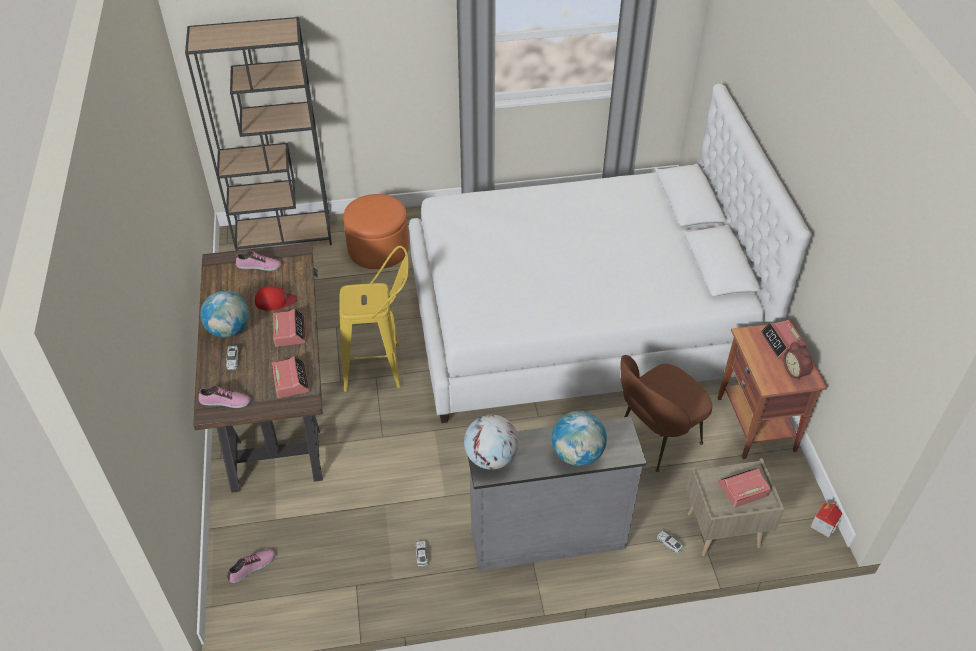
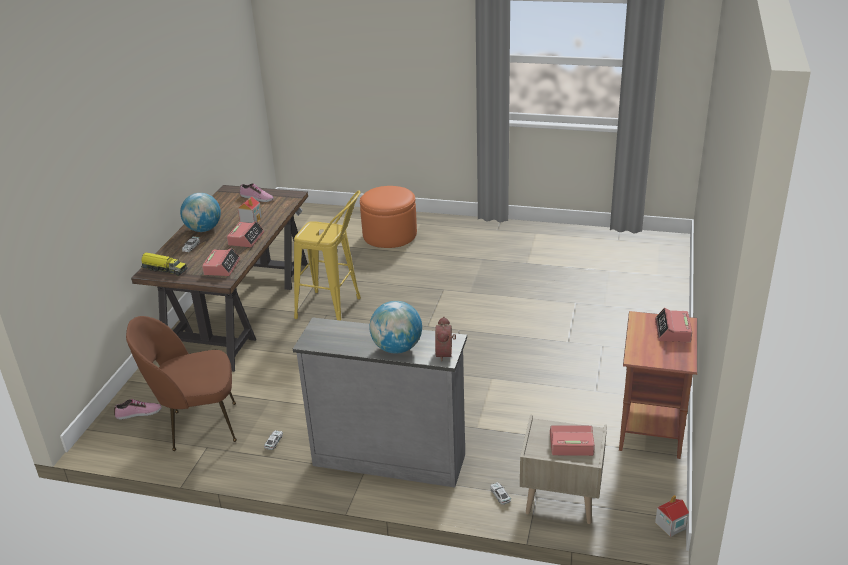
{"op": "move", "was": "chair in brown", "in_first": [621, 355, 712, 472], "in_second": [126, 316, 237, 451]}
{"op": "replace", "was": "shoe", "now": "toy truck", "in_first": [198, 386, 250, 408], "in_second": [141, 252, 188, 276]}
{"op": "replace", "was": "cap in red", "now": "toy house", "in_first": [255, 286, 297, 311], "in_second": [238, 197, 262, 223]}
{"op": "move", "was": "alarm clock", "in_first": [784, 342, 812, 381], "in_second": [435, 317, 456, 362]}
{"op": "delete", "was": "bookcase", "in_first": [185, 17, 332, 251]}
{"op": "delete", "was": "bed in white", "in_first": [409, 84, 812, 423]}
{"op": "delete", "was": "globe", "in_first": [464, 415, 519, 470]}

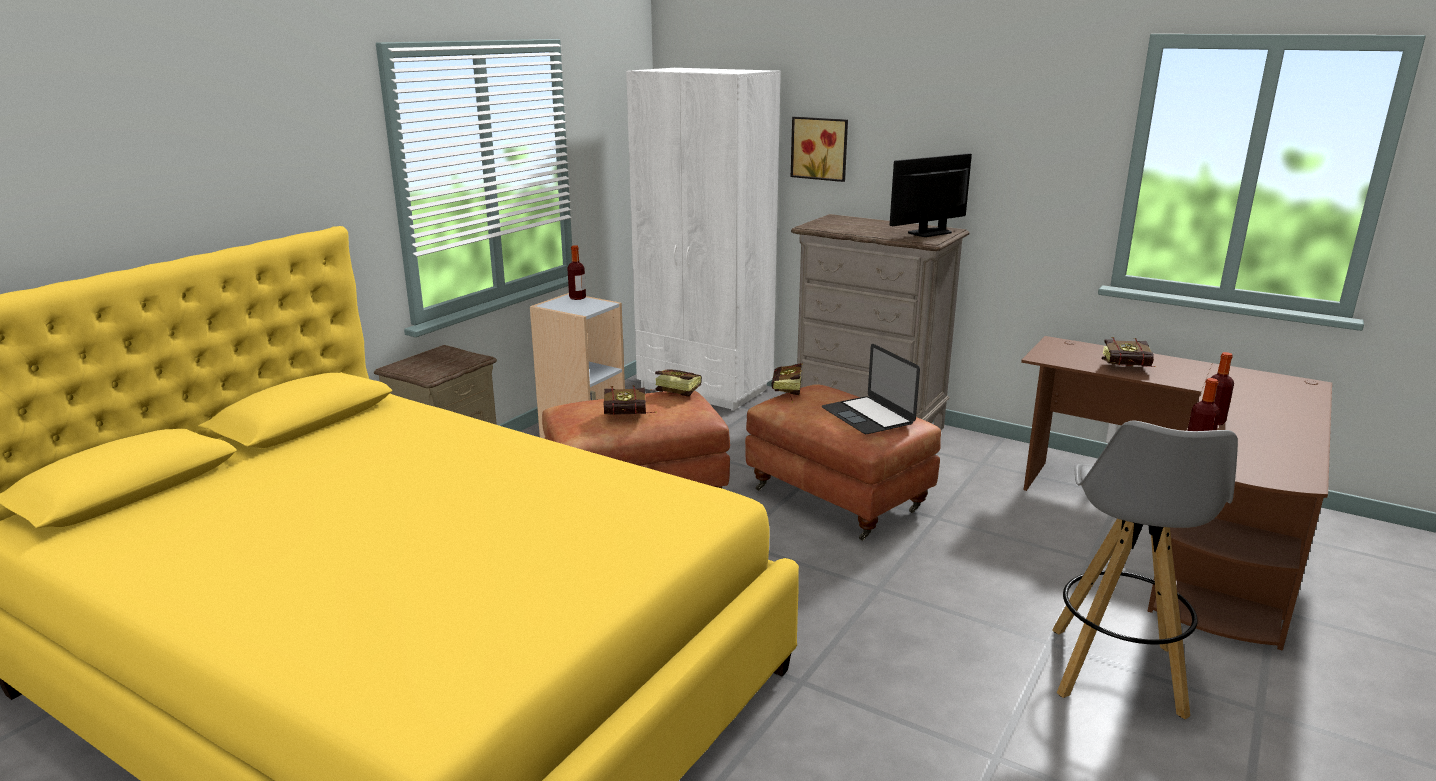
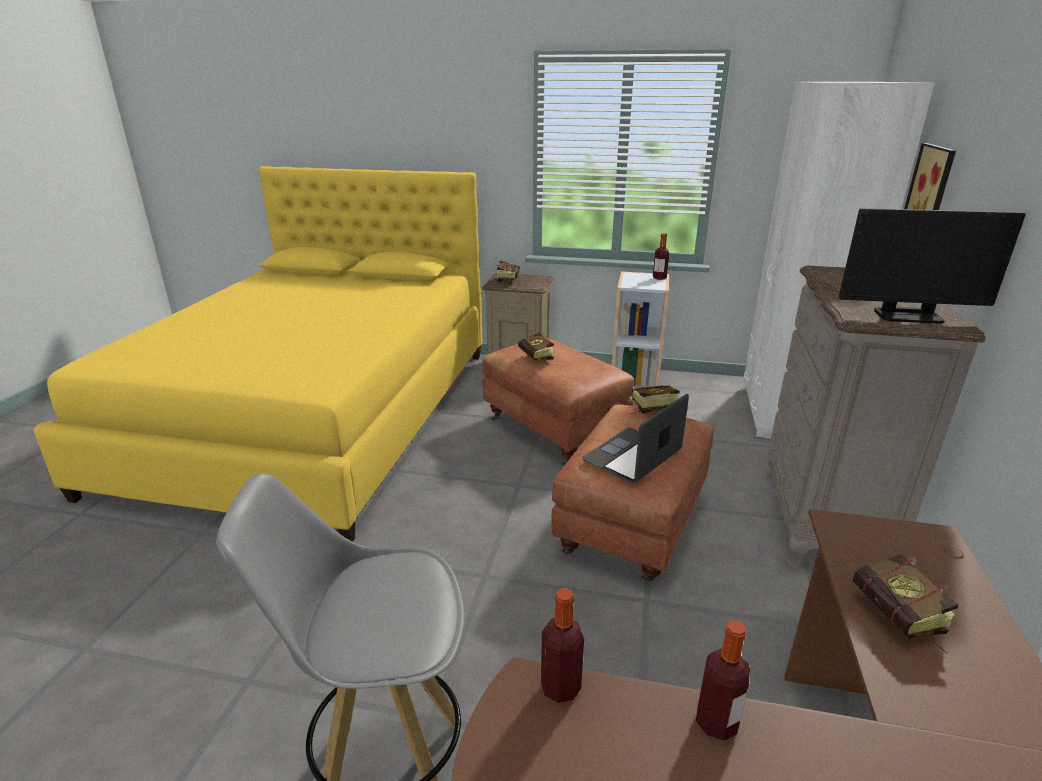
{"op": "move", "was": "book", "in_first": [650, 369, 702, 397], "in_second": [496, 261, 520, 282]}
{"op": "rotate", "was": "monitor", "in_first": [890, 153, 972, 237], "in_second": [839, 208, 1026, 324], "clockwise": 150}

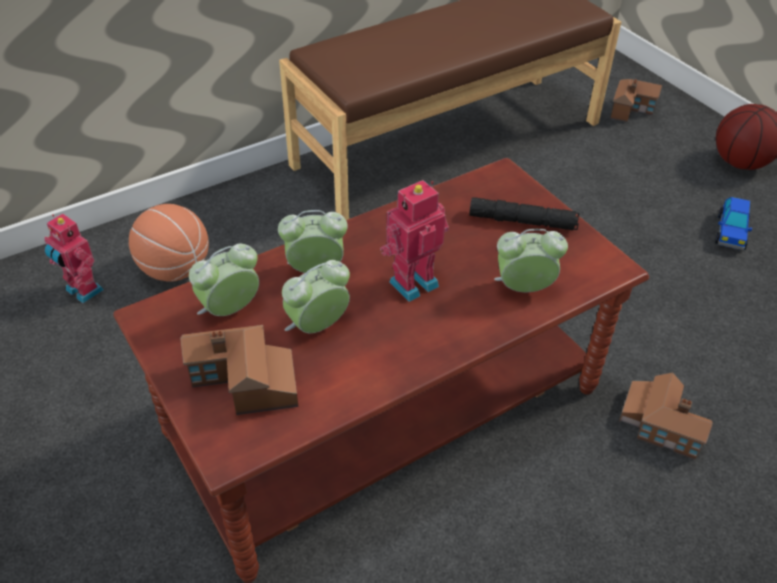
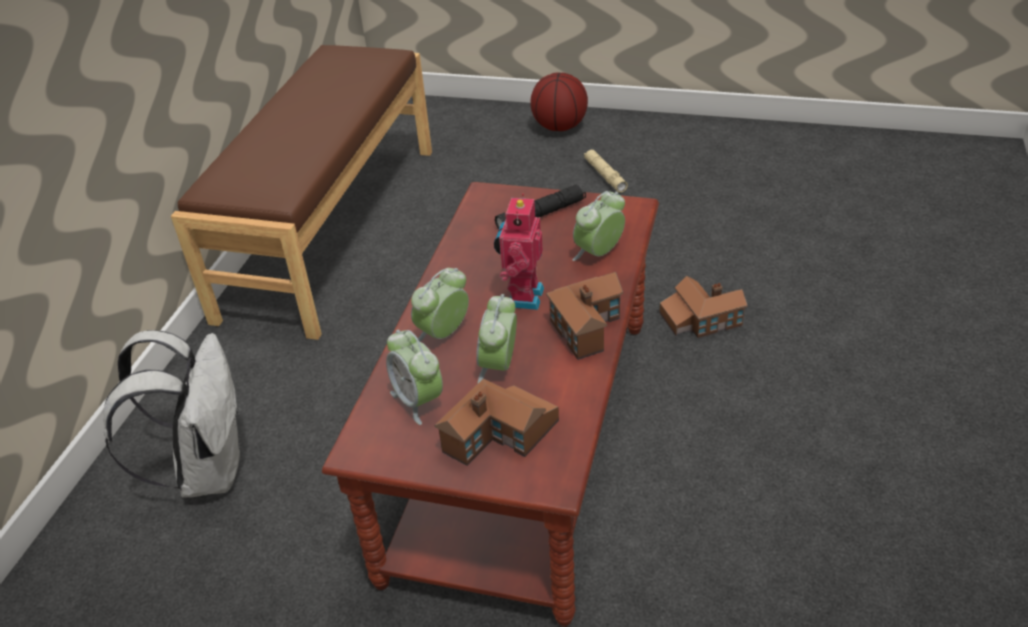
{"op": "replace", "was": "basketball", "now": "backpack in white", "in_first": [129, 204, 209, 282], "in_second": [103, 330, 240, 498]}
{"op": "rotate", "was": "alarm clock", "in_first": [189, 244, 259, 316], "in_second": [386, 330, 443, 425], "clockwise": -45}
{"op": "move", "was": "toy house", "in_first": [610, 79, 662, 122], "in_second": [546, 272, 623, 360]}
{"op": "replace", "was": "toy car", "now": "flashlight in beige", "in_first": [715, 197, 752, 250], "in_second": [584, 150, 628, 193]}
{"op": "delete", "was": "toy robot", "in_first": [44, 214, 104, 303]}

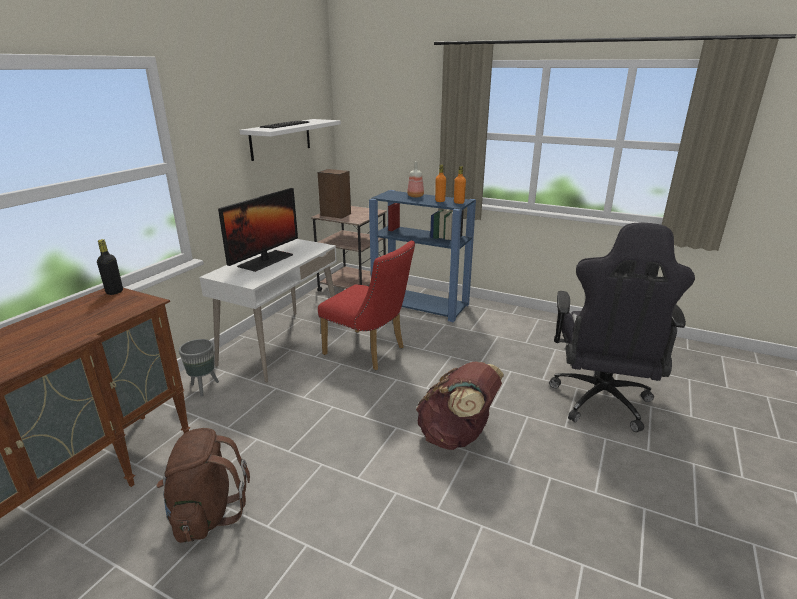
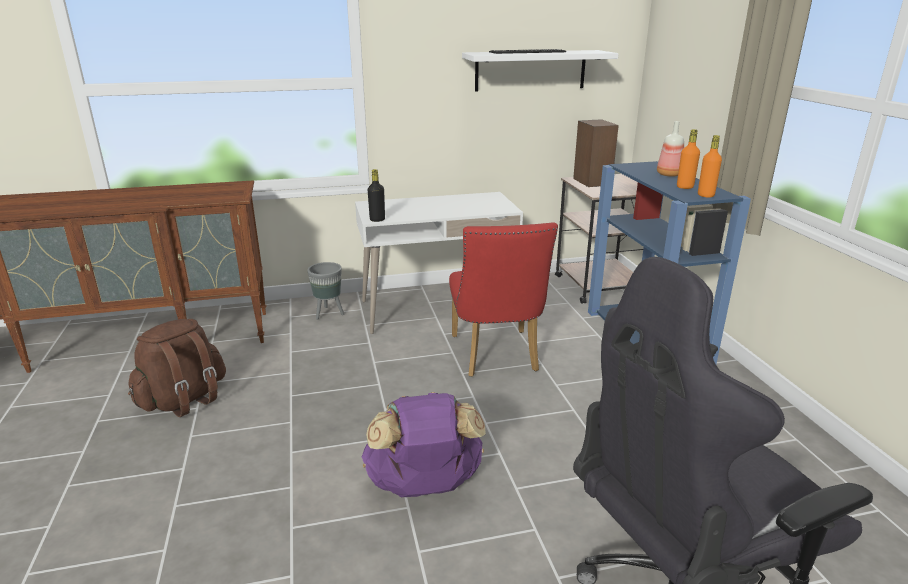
{"op": "recolor", "was": "backpack in brown", "now": "backpack in purple", "in_first": [416, 361, 504, 450], "in_second": [362, 392, 486, 497]}
{"op": "move", "was": "bottle in black", "in_first": [97, 239, 123, 295], "in_second": [368, 169, 385, 222]}
{"op": "delete", "was": "monitor", "in_first": [218, 188, 298, 272]}

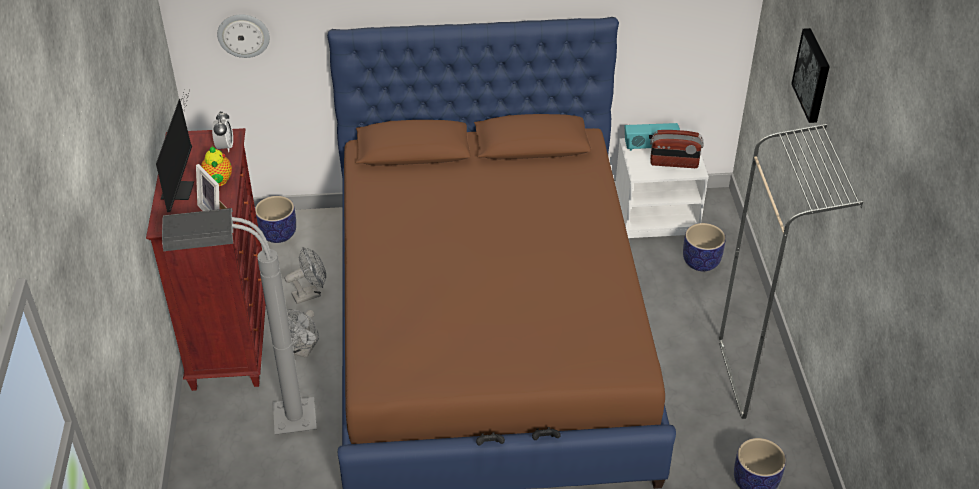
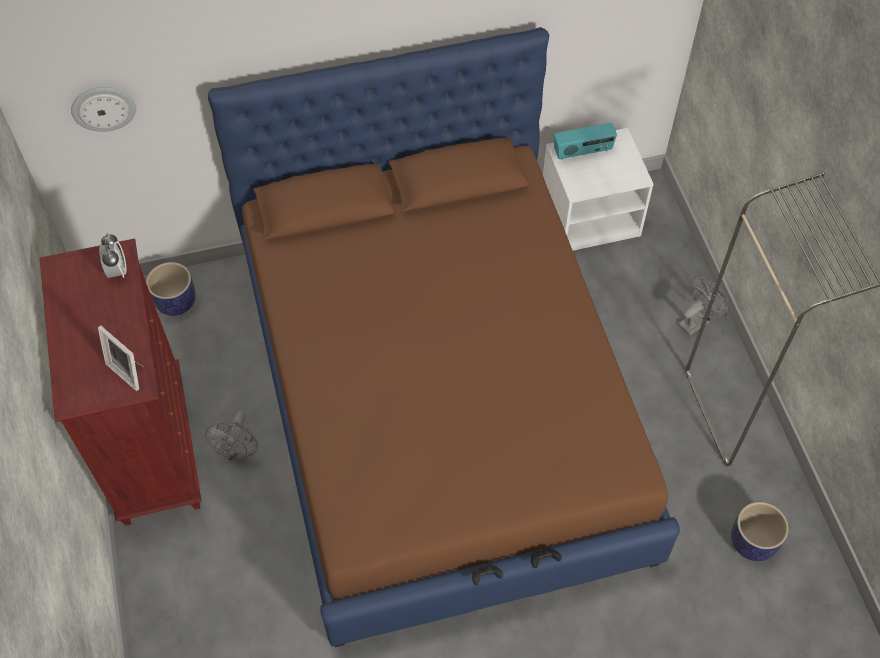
{"op": "move", "was": "fan in grey", "in_first": [285, 247, 326, 304], "in_second": [678, 277, 728, 336]}
{"op": "delete", "was": "monitor", "in_first": [156, 90, 194, 212]}
{"op": "delete", "was": "floor lamp in grey", "in_first": [162, 208, 317, 435]}
{"op": "delete", "was": "teapot", "in_first": [201, 146, 232, 186]}
{"op": "delete", "was": "radio", "in_first": [650, 130, 703, 168]}
{"op": "delete", "was": "planter", "in_first": [683, 223, 726, 271]}
{"op": "delete", "was": "picture", "in_first": [791, 28, 830, 123]}

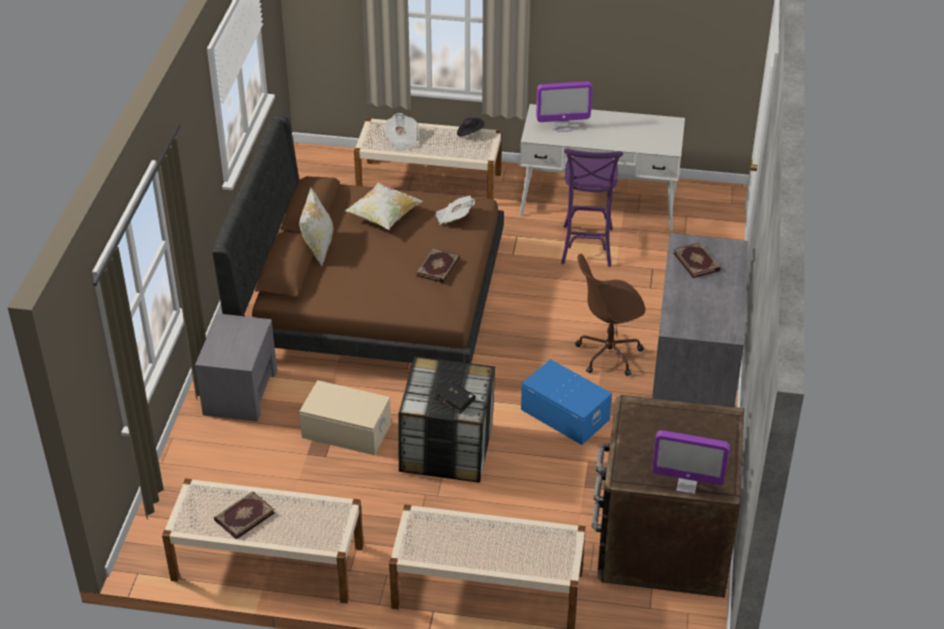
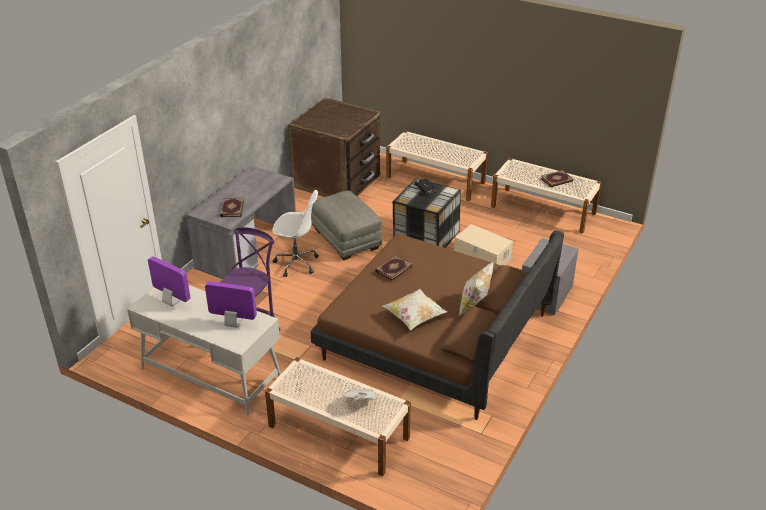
{"op": "move", "was": "monitor", "in_first": [652, 430, 730, 494], "in_second": [148, 256, 190, 306]}
{"op": "recolor", "was": "office chair in brown", "now": "office chair in white", "in_first": [575, 254, 645, 376], "in_second": [272, 190, 319, 277]}
{"op": "replace", "was": "storage box in blue", "now": "ottoman in grey", "in_first": [521, 359, 612, 445], "in_second": [311, 191, 382, 260]}
{"op": "delete", "was": "newspaper", "in_first": [435, 196, 475, 225]}
{"op": "delete", "was": "hat in black", "in_first": [457, 118, 484, 137]}

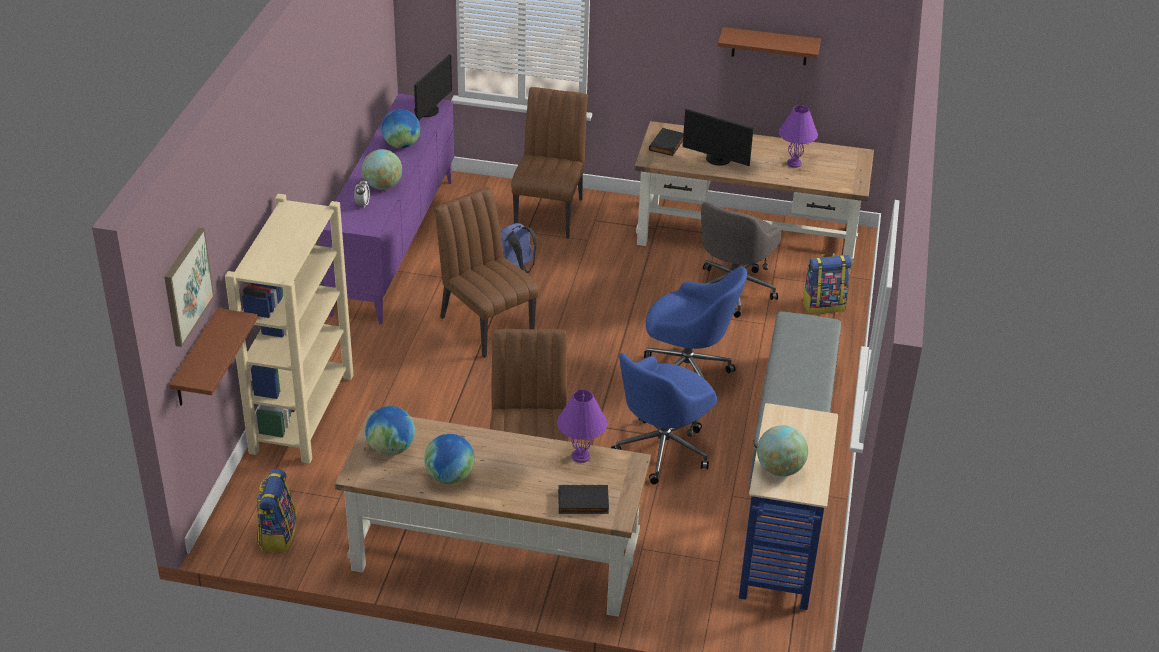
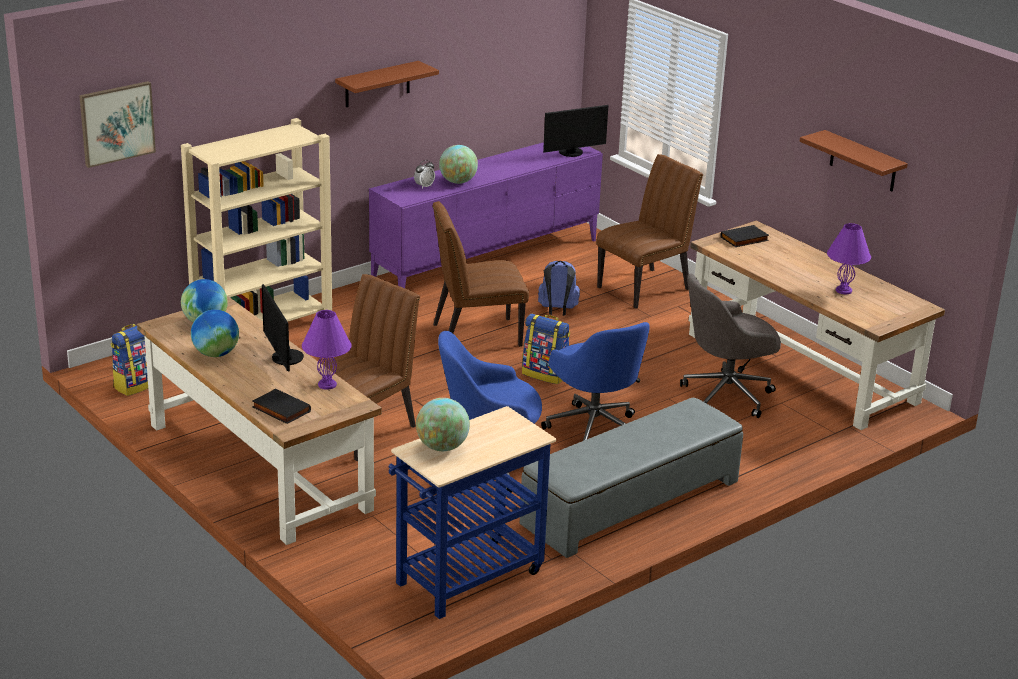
{"op": "move", "was": "monitor", "in_first": [683, 109, 754, 166], "in_second": [262, 284, 304, 372]}
{"op": "move", "was": "shelf in brown", "in_first": [169, 308, 258, 406], "in_second": [335, 61, 439, 107]}
{"op": "rotate", "was": "chair in brown", "in_first": [434, 187, 538, 358], "in_second": [432, 201, 529, 347], "clockwise": -105}
{"op": "move", "was": "backpack", "in_first": [802, 253, 852, 314], "in_second": [522, 314, 570, 384]}
{"op": "delete", "was": "globe", "in_first": [381, 109, 420, 148]}

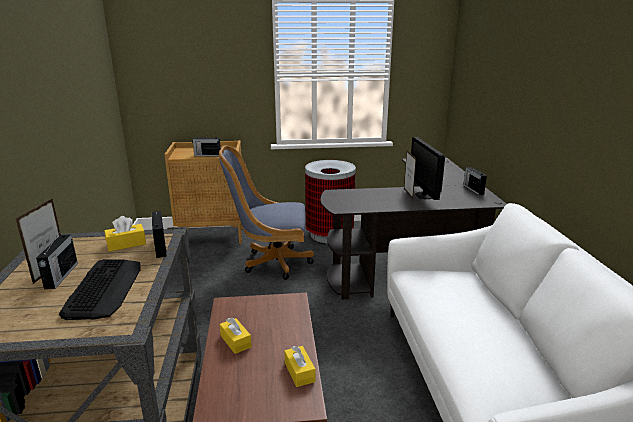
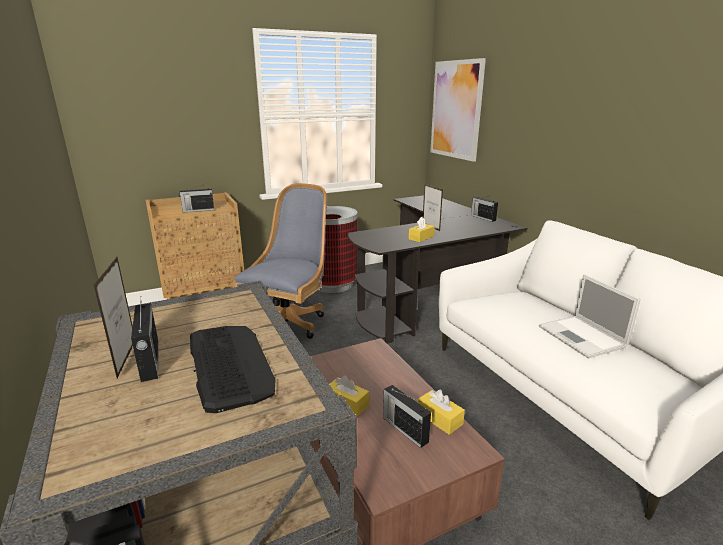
{"op": "rotate", "was": "office chair in blue", "in_first": [219, 146, 314, 280], "in_second": [233, 183, 327, 339], "clockwise": 135}
{"op": "move", "was": "radio", "in_first": [151, 211, 167, 258], "in_second": [383, 385, 431, 448]}
{"op": "move", "was": "tissue box in yellow", "in_first": [104, 216, 146, 252], "in_second": [409, 217, 435, 242]}
{"op": "insert", "now": "picture", "in_second": [430, 58, 486, 162]}
{"op": "insert", "now": "laptop", "in_second": [539, 274, 641, 358]}
{"op": "delete", "was": "monitor", "in_first": [411, 137, 445, 200]}

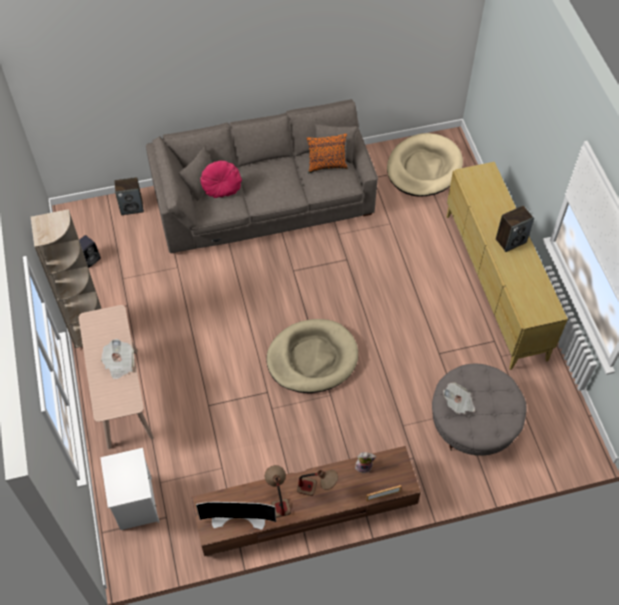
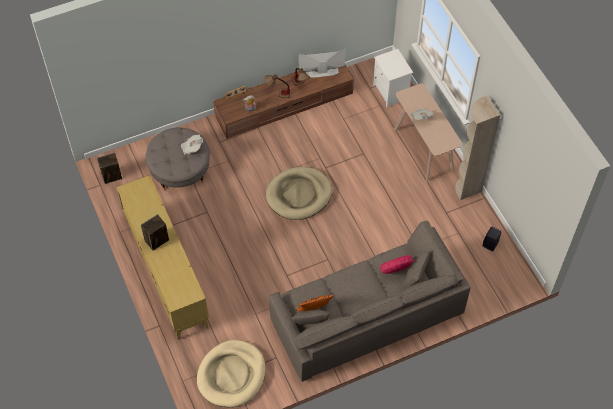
{"op": "move", "was": "speaker", "in_first": [114, 177, 144, 215], "in_second": [97, 153, 122, 184]}

